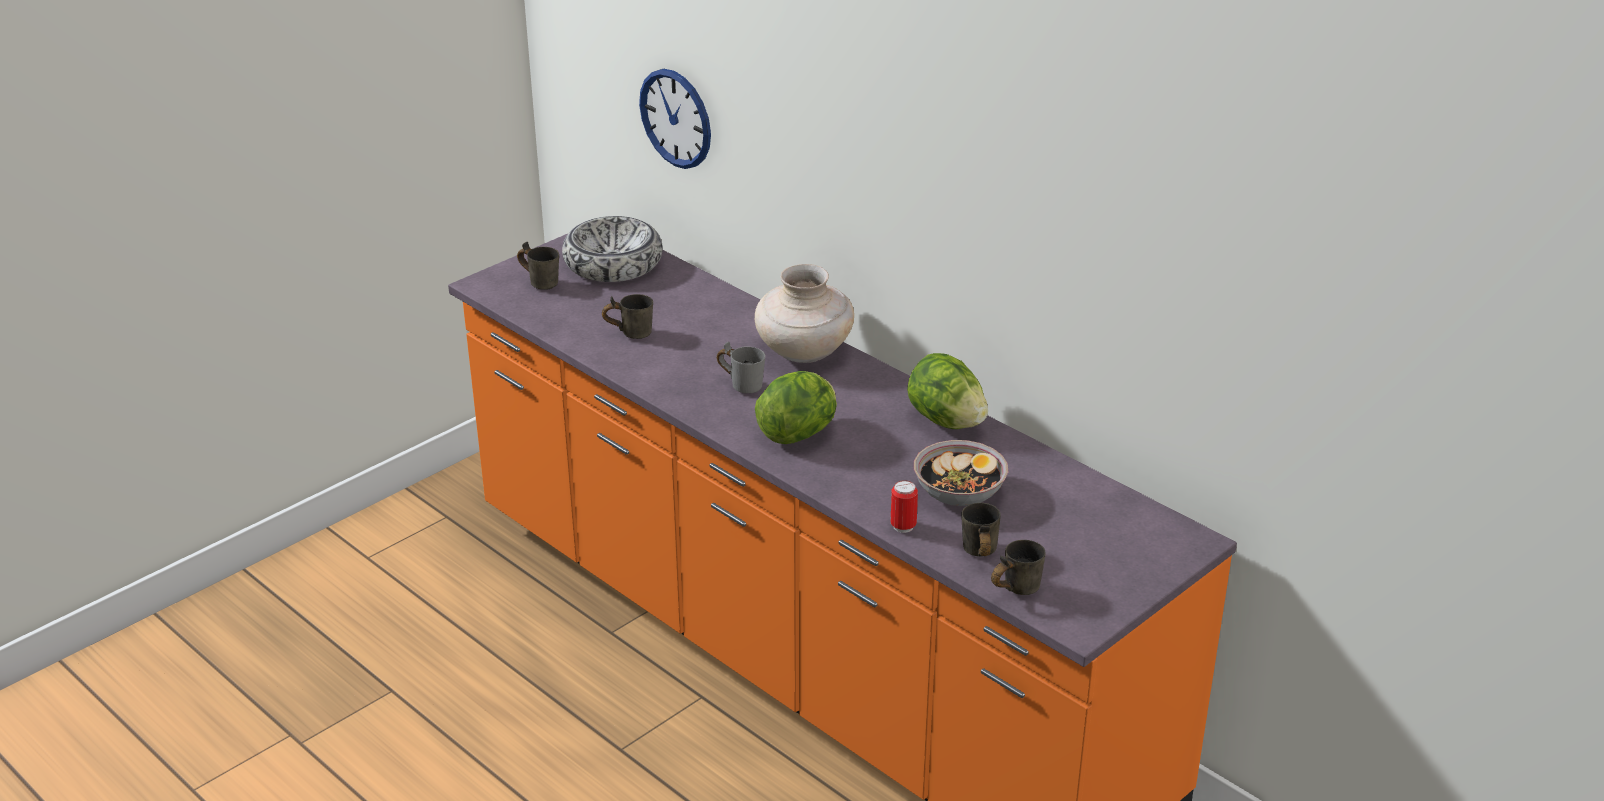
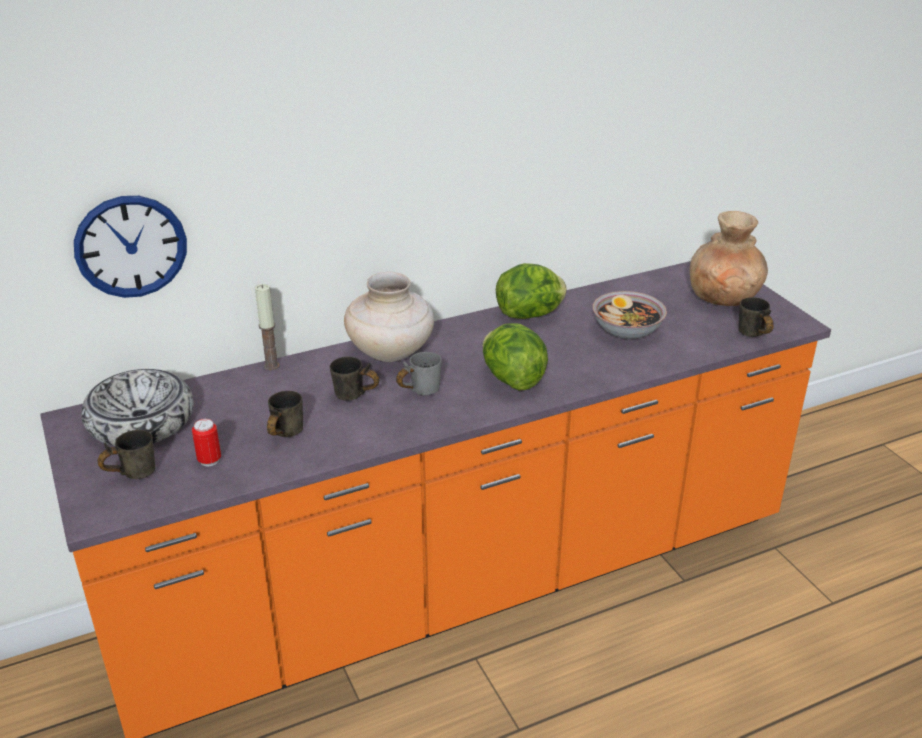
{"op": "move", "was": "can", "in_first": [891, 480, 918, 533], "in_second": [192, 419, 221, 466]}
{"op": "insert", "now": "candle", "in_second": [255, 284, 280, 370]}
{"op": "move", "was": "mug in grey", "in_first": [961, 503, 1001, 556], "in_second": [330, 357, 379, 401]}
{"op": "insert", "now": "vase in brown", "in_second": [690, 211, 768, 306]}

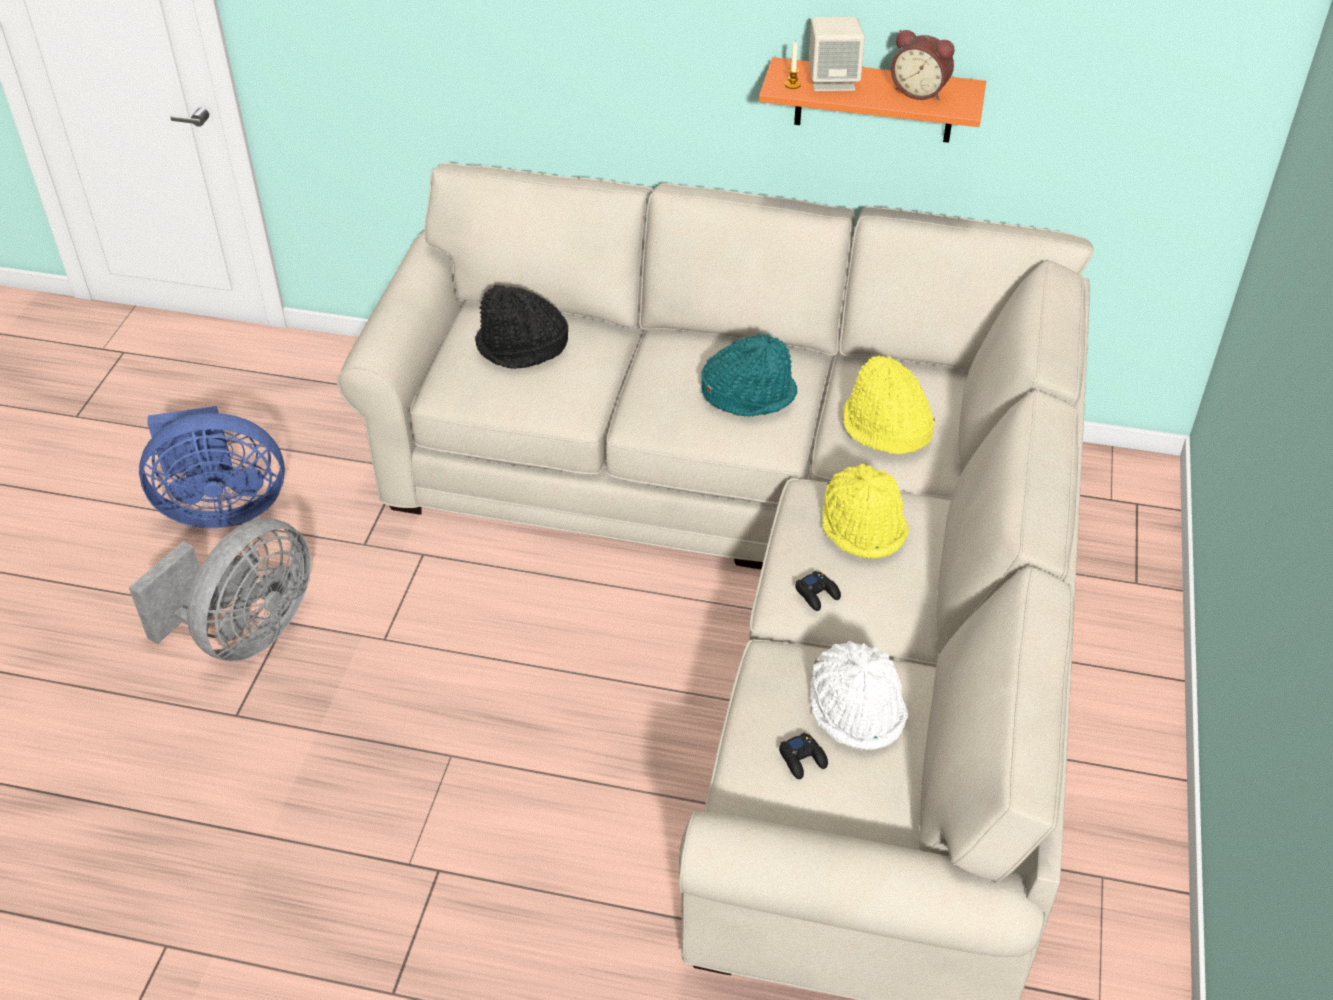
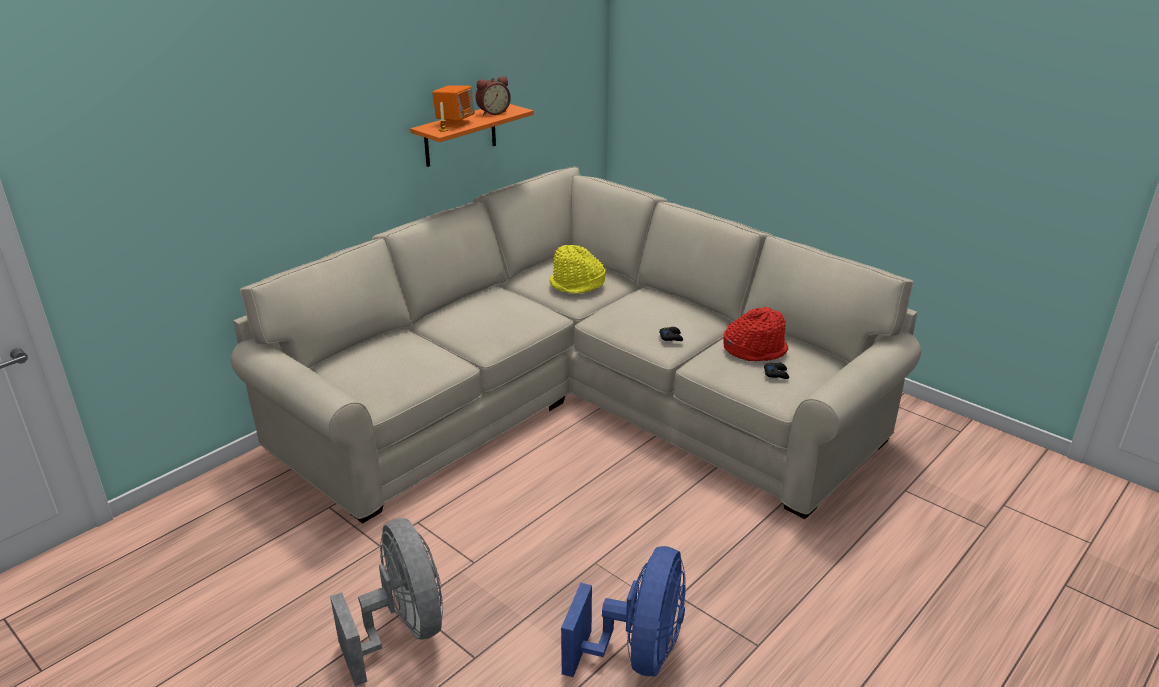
{"op": "recolor", "was": "speaker in beige", "now": "speaker in orange", "in_first": [809, 17, 865, 91], "in_second": [432, 85, 475, 128]}
{"op": "move", "was": "fan in blue", "in_first": [139, 406, 285, 528], "in_second": [561, 546, 686, 677]}
{"op": "recolor", "was": "hat in white", "now": "hat in red", "in_first": [811, 641, 908, 750], "in_second": [723, 307, 788, 361]}
{"op": "delete", "was": "hat in black", "in_first": [475, 285, 568, 369]}
{"op": "delete", "was": "hat in turquoise", "in_first": [701, 333, 797, 416]}
{"op": "delete", "was": "hat in yellow", "in_first": [822, 464, 909, 559]}

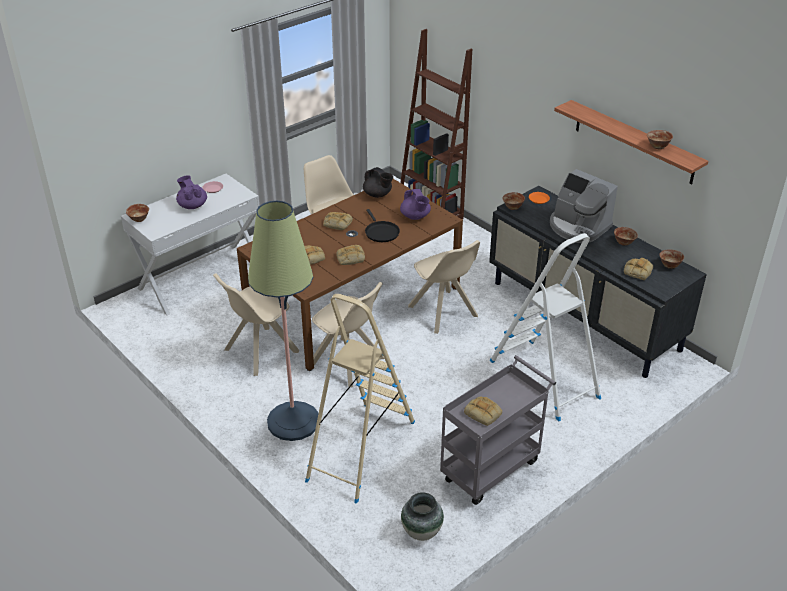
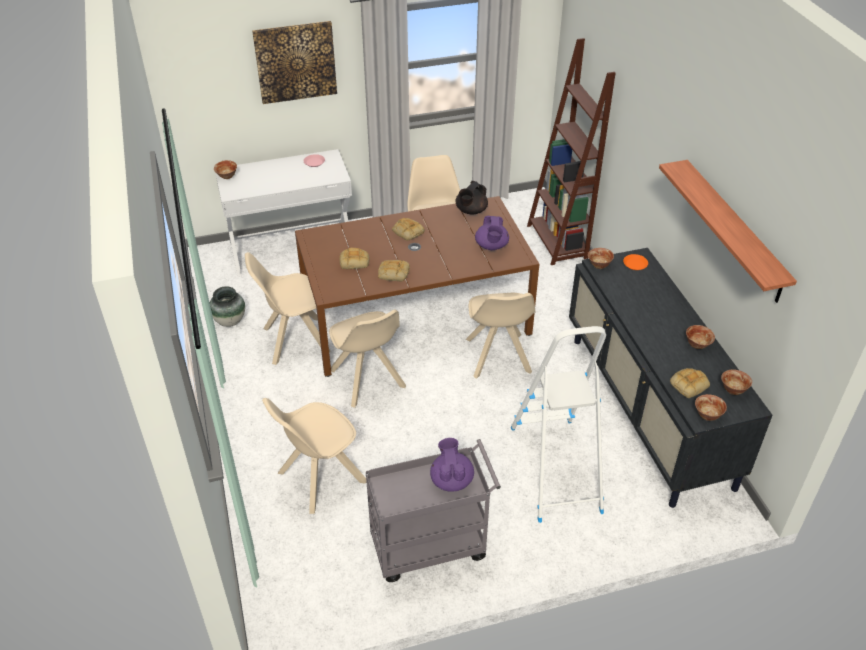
{"op": "move", "was": "vase", "in_first": [401, 492, 444, 541], "in_second": [210, 286, 245, 327]}
{"op": "insert", "now": "picture", "in_second": [252, 21, 337, 104]}
{"op": "replace", "was": "step ladder in beige", "now": "chair in beige", "in_first": [305, 294, 415, 504], "in_second": [262, 398, 366, 514]}
{"op": "move", "was": "teapot in purple", "in_first": [176, 175, 207, 209], "in_second": [430, 438, 474, 492]}
{"op": "rotate", "was": "teapot in black", "in_first": [363, 167, 393, 198], "in_second": [455, 181, 488, 215], "clockwise": 60}
{"op": "move", "was": "bowl", "in_first": [647, 130, 673, 149], "in_second": [695, 394, 727, 421]}
{"op": "delete", "was": "floor lamp", "in_first": [248, 200, 319, 441]}
{"op": "delete", "was": "frying pan in black", "in_first": [365, 209, 400, 242]}
{"op": "delete", "was": "bread", "in_first": [464, 397, 502, 426]}
{"op": "delete", "was": "coffee machine", "in_first": [550, 169, 618, 243]}

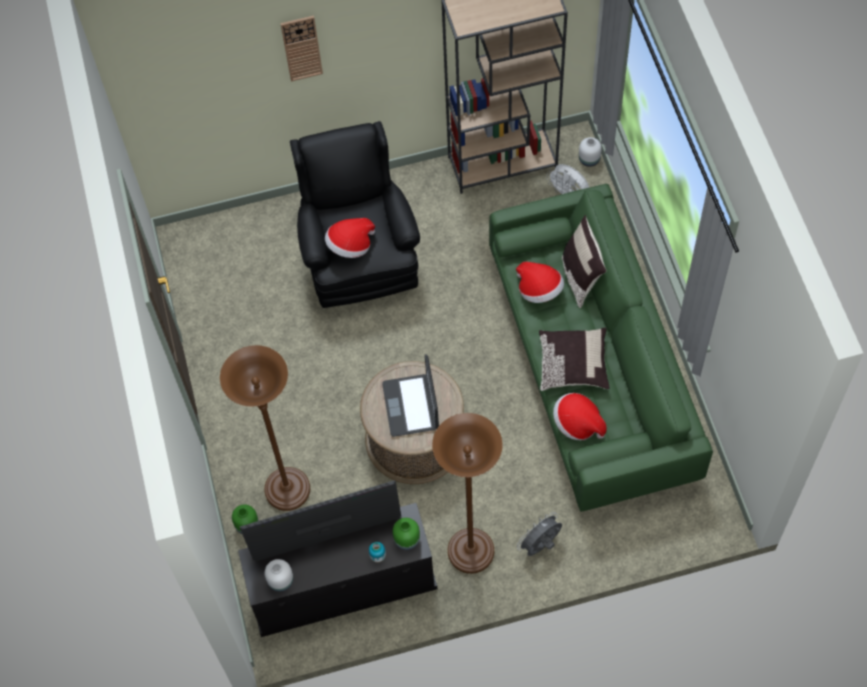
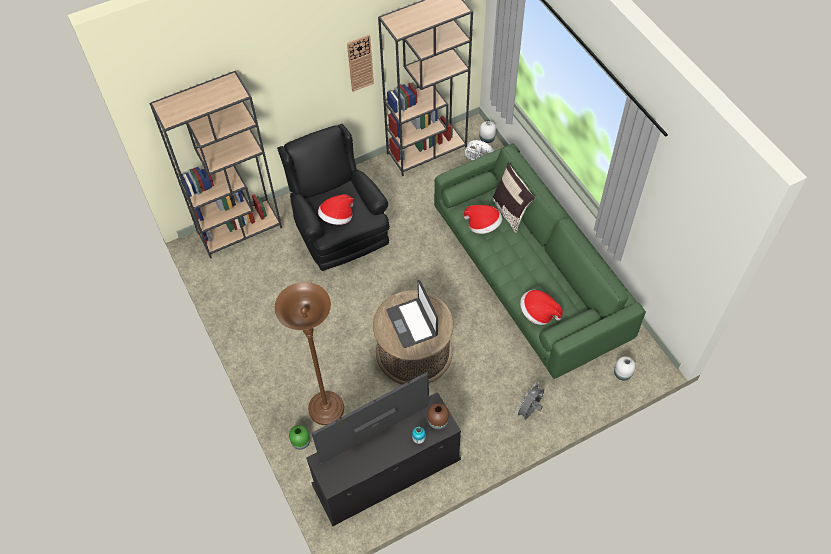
{"op": "insert", "now": "bookcase", "in_second": [150, 71, 282, 259]}
{"op": "move", "was": "wall clock", "in_first": [280, 16, 323, 81], "in_second": [347, 34, 374, 92]}
{"op": "recolor", "was": "vase in green", "now": "vase in brown", "in_first": [393, 518, 420, 550], "in_second": [427, 403, 449, 430]}
{"op": "move", "was": "vase in white", "in_first": [264, 559, 293, 592], "in_second": [614, 356, 635, 380]}
{"op": "delete", "was": "floor lamp in brown", "in_first": [432, 413, 503, 574]}
{"op": "delete", "was": "pillow", "in_first": [539, 328, 609, 391]}

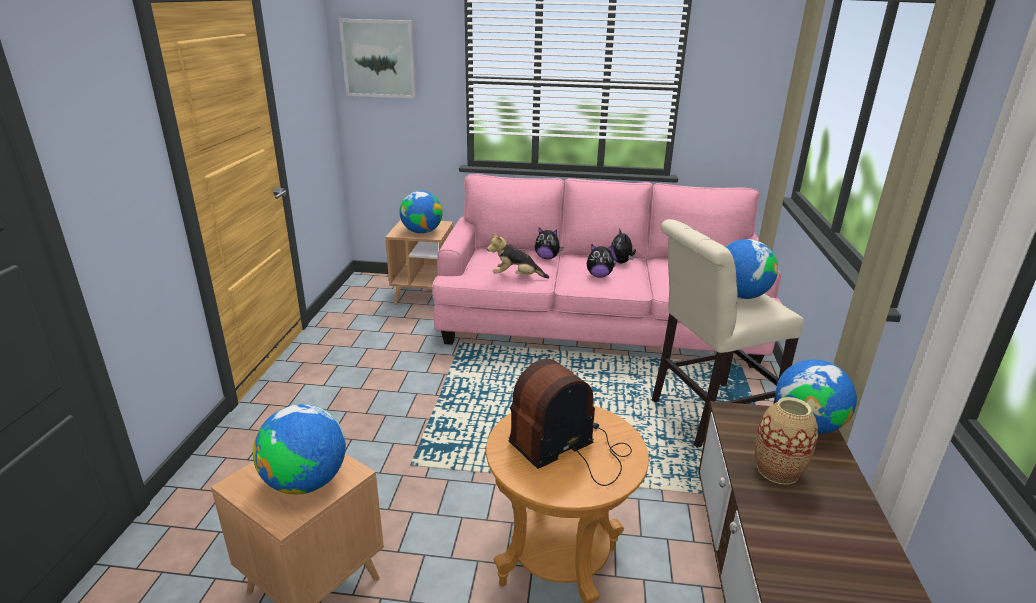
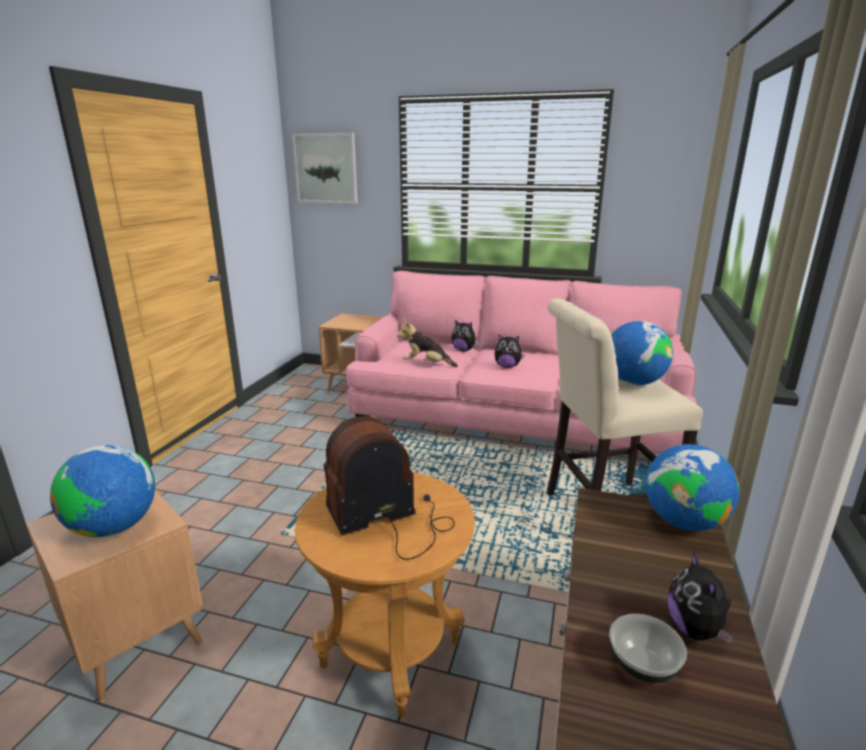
{"op": "insert", "now": "bowl", "in_second": [609, 614, 687, 683]}
{"op": "move", "was": "plush toy", "in_first": [611, 228, 636, 263], "in_second": [668, 551, 733, 644]}
{"op": "delete", "was": "globe", "in_first": [400, 191, 443, 234]}
{"op": "delete", "was": "vase", "in_first": [755, 397, 818, 485]}

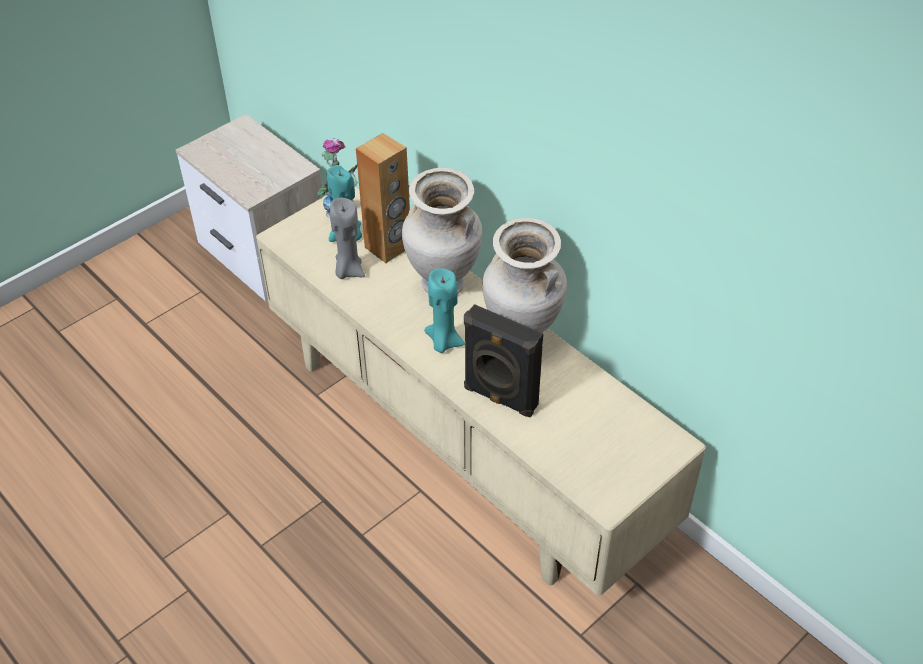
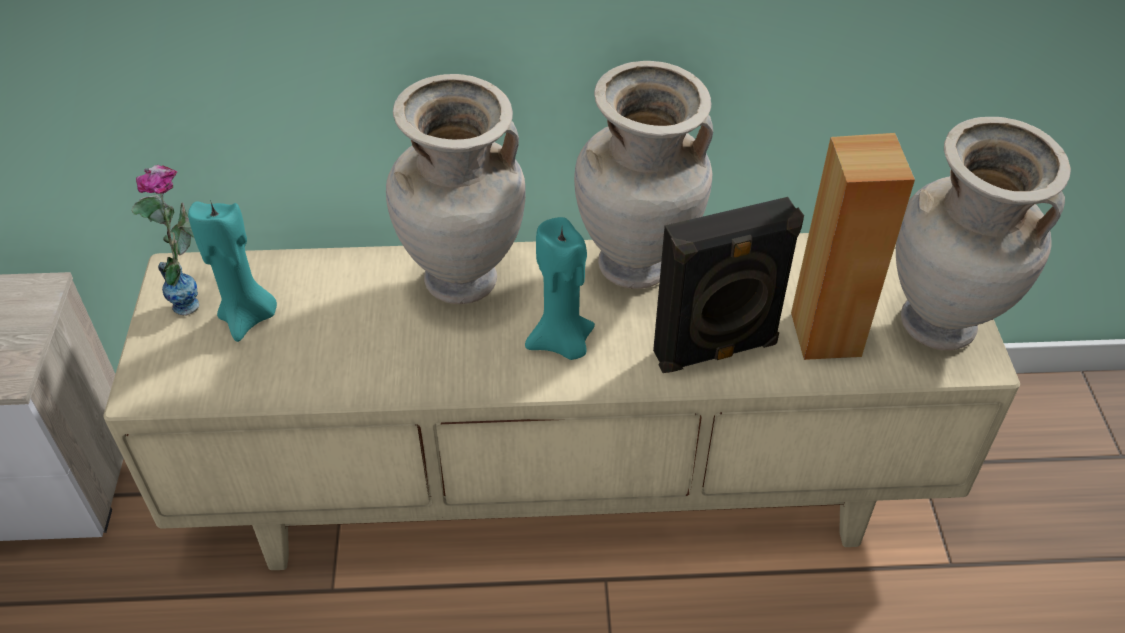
{"op": "move", "was": "speaker in brown", "in_first": [356, 133, 410, 263], "in_second": [791, 133, 915, 360]}
{"op": "insert", "now": "vase in beige", "in_second": [896, 117, 1071, 351]}
{"op": "delete", "was": "candle in grey", "in_first": [330, 198, 365, 279]}

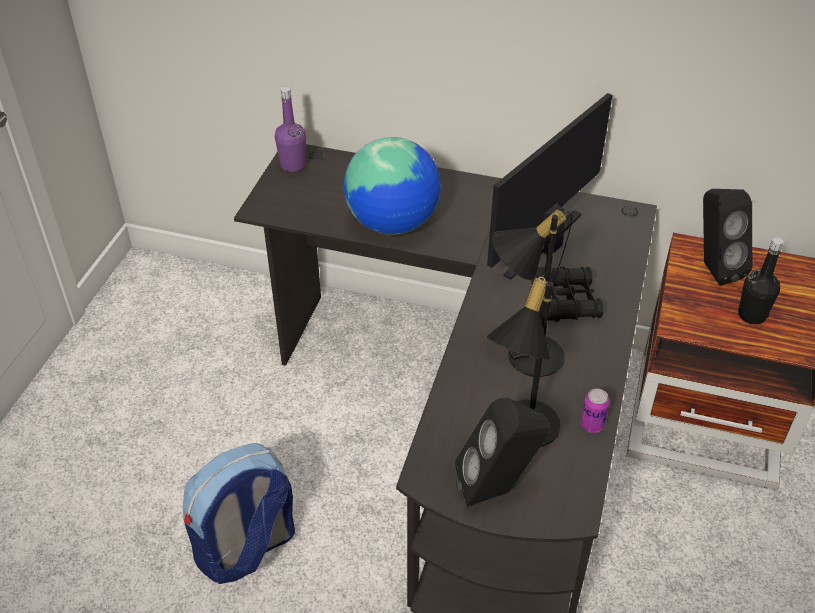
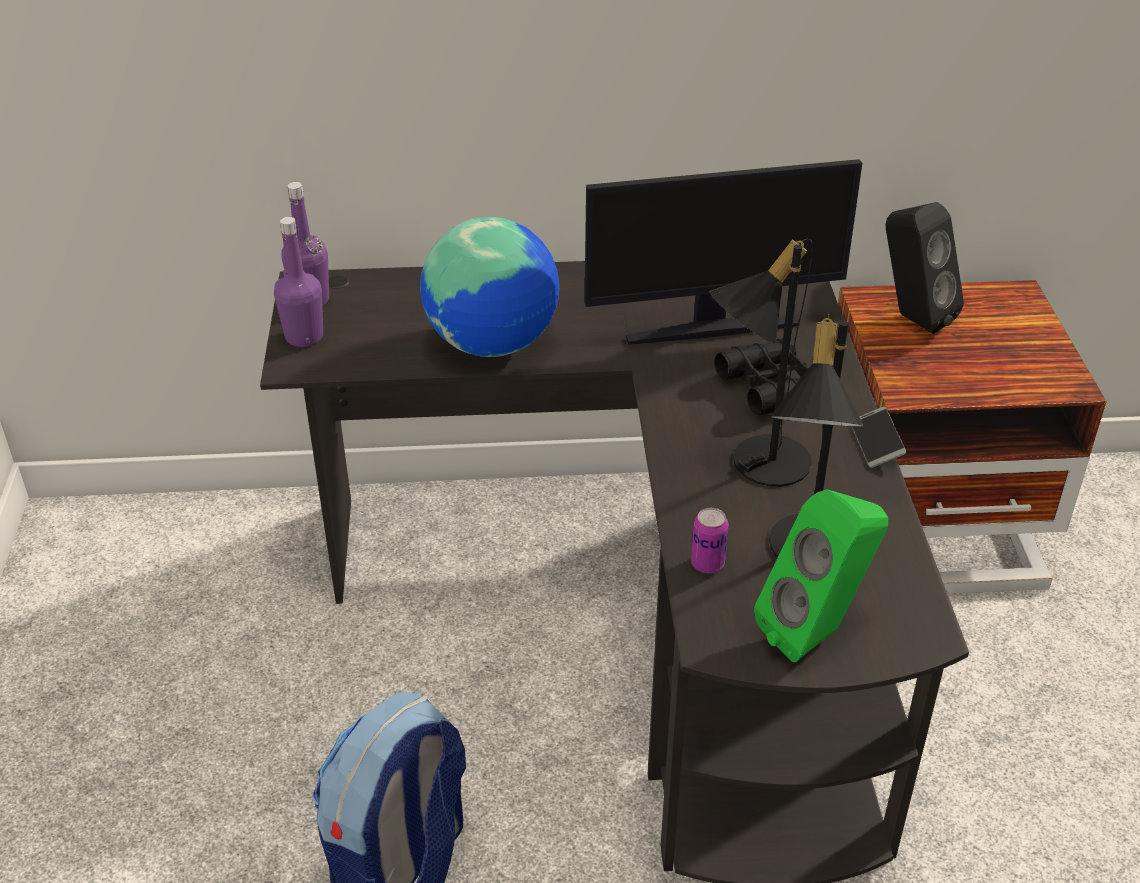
{"op": "insert", "now": "bottle in purple", "in_second": [274, 217, 323, 347]}
{"op": "rotate", "was": "monitor", "in_first": [487, 93, 612, 280], "in_second": [585, 159, 862, 345], "clockwise": -120}
{"op": "move", "was": "can", "in_first": [580, 389, 610, 433], "in_second": [691, 508, 729, 573]}
{"op": "recolor", "was": "speaker in black", "now": "speaker in green", "in_first": [455, 398, 550, 507], "in_second": [754, 489, 888, 662]}
{"op": "insert", "now": "phone", "in_second": [852, 406, 906, 468]}
{"op": "delete", "was": "bottle in black", "in_first": [738, 237, 783, 324]}

